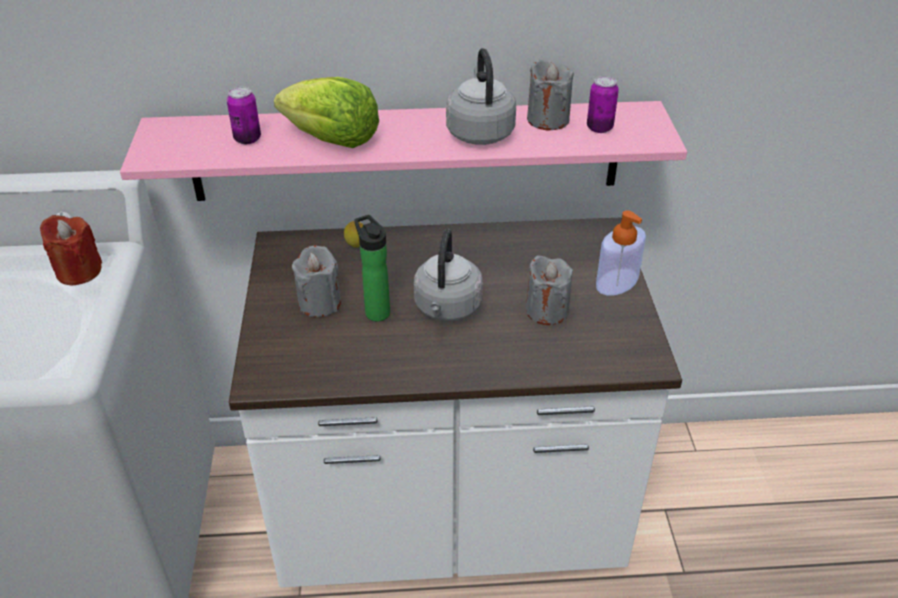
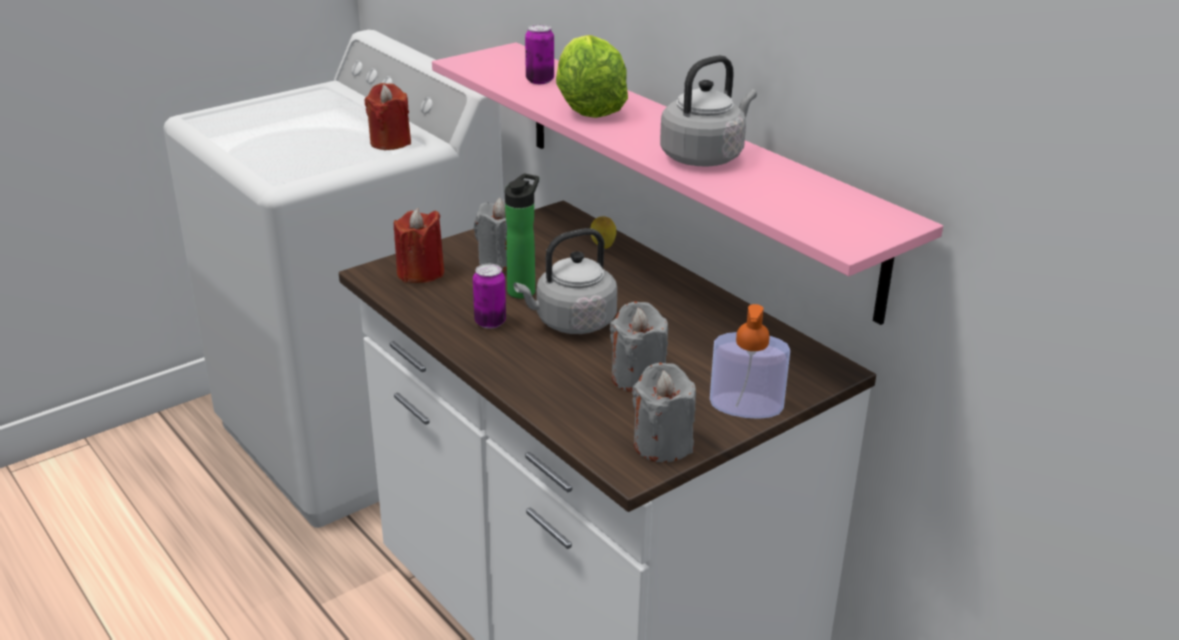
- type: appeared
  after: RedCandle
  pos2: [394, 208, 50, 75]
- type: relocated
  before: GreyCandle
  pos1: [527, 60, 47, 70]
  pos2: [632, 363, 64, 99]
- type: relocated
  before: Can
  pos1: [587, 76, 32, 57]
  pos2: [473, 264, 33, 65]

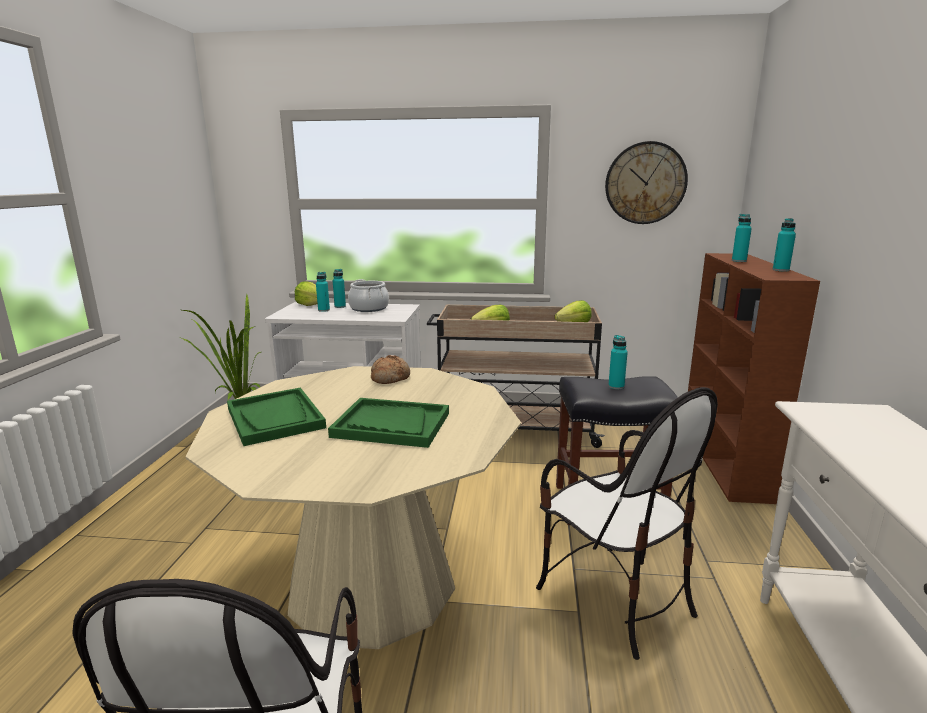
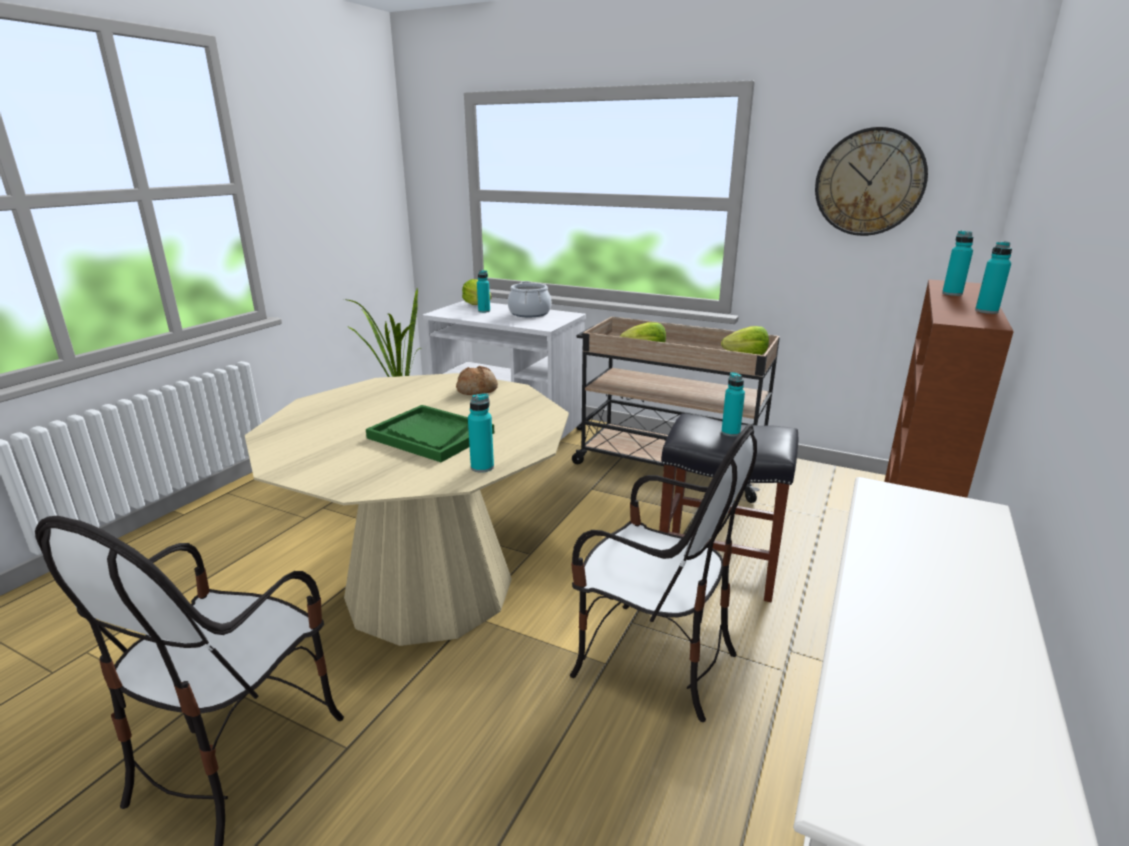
- type: missing
  before: GreenTray
  pos1: [227, 388, 99, 58]
- type: relocated
  before: TurquoiseBottle
  pos1: [333, 269, 13, 39]
  pos2: [468, 393, 26, 80]
- type: spun
  before: Chair
  pos1: [536, 387, 182, 273]
  pos2: [570, 424, 187, 298]
  turn: -45

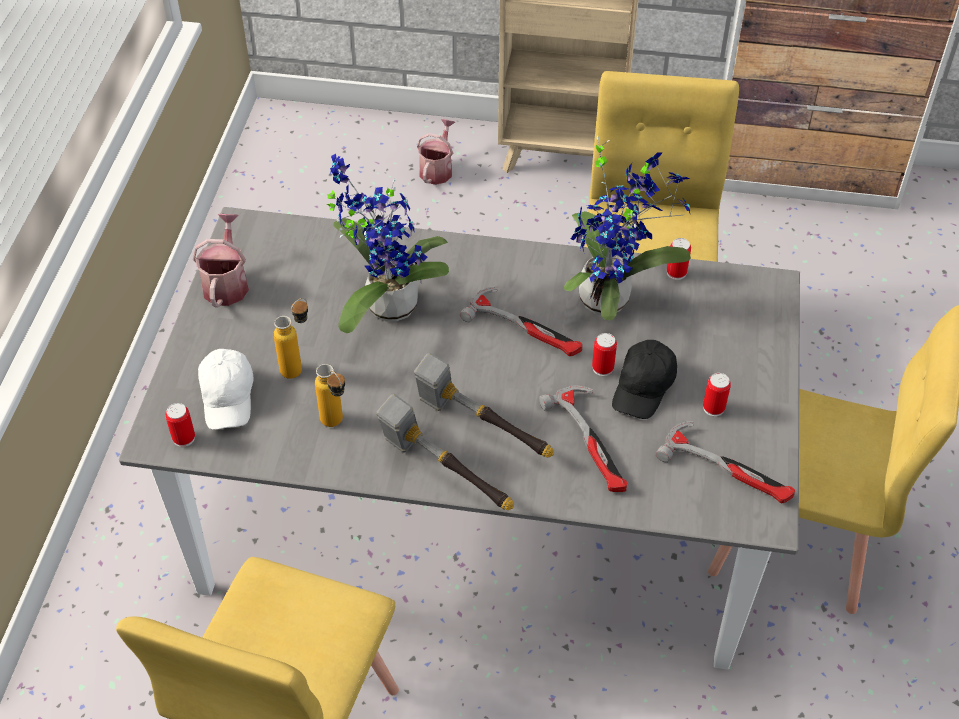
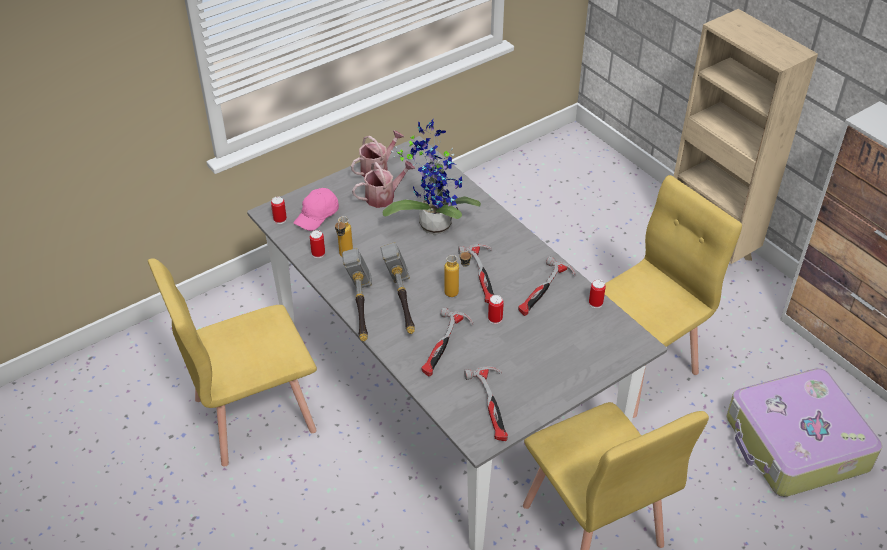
- type: missing
  before: BlackCap
  pos1: [612, 340, 65, 79]
- type: appeared
  after: Suitcase
  pos2: [727, 368, 155, 129]
- type: relocated
  before: Bottle
  pos1: [273, 298, 35, 81]
  pos2: [444, 251, 28, 46]
- type: relocated
  before: WateringCan
  pos1: [417, 119, 38, 66]
  pos2: [352, 160, 63, 48]
- type: relocated
  before: Can
  pos1: [703, 373, 28, 43]
  pos2: [310, 230, 15, 28]
- type: exchanged
  before: PottedPlant
  after: Hammer
  pos1: [564, 136, 127, 184]
  pos2: [518, 256, 58, 60]
- type: colour
  before: WhiteCap
  after: PinkCap
  pos1: [198, 349, 56, 81]
  pos2: [293, 188, 46, 43]

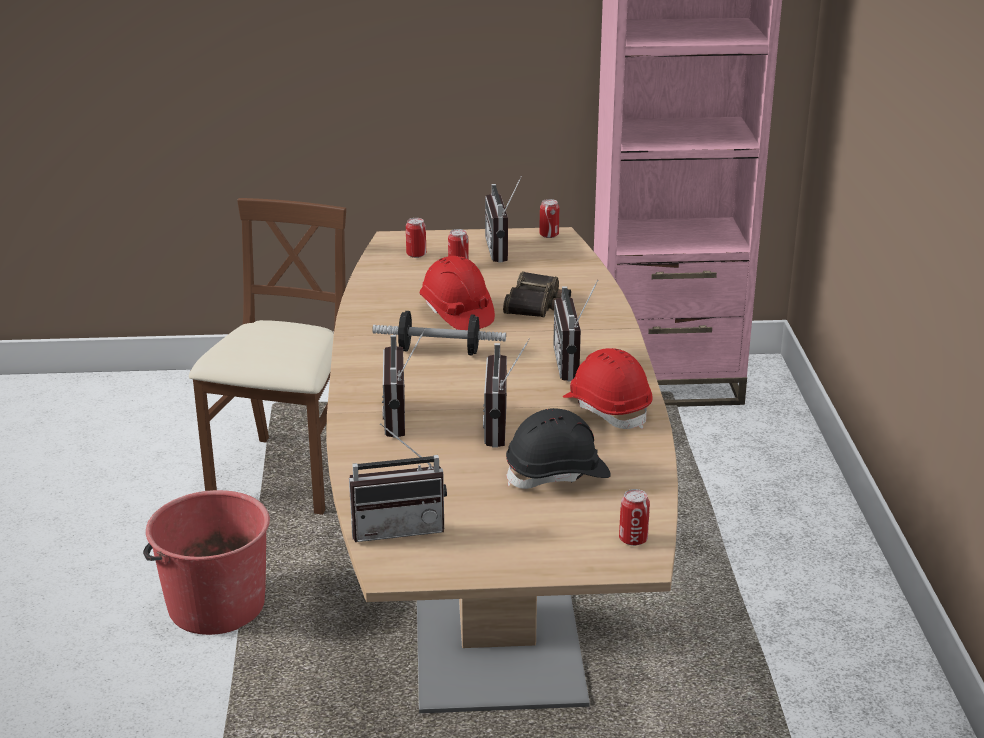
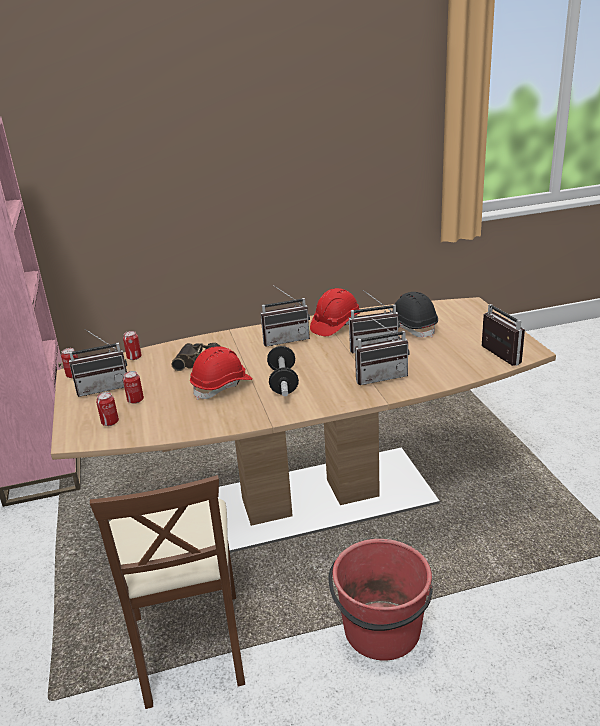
- type: relocated
  before: Can
  pos1: [619, 489, 31, 57]
  pos2: [123, 331, 19, 29]
- type: spun
  before: BrownChair
  pos1: [189, 198, 157, 317]
  pos2: [90, 475, 155, 234]
  turn: -105

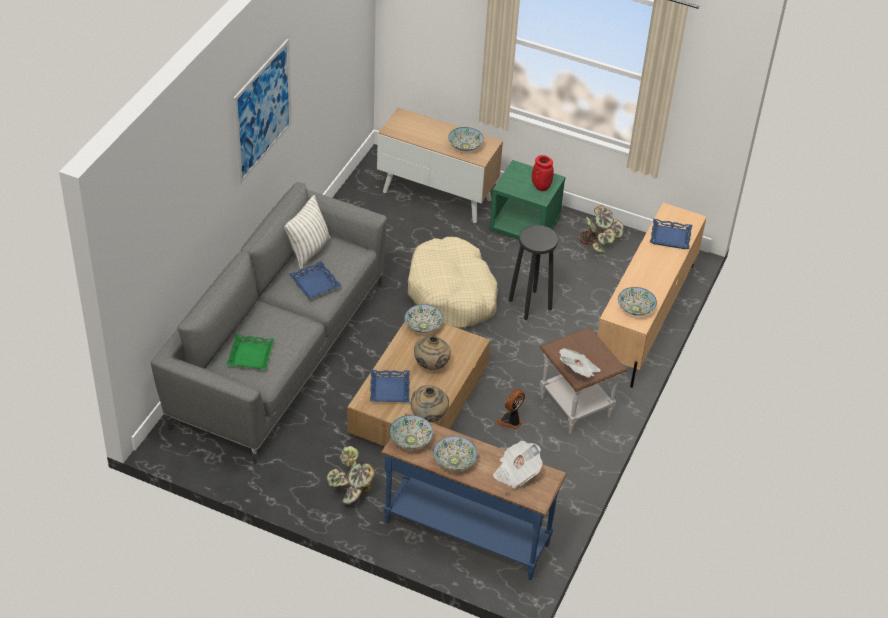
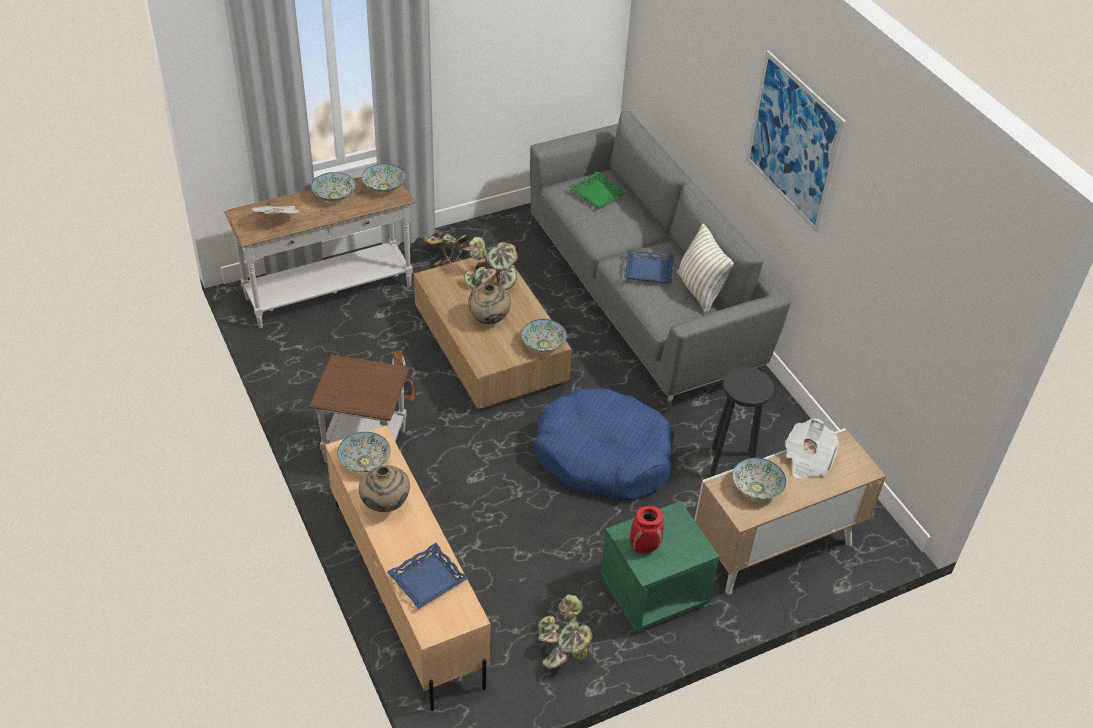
- type: relocated
  before: BeigeVase
  pos1: [411, 385, 38, 37]
  pos2: [359, 465, 51, 47]
- type: relocated
  before: BlackStool
  pos1: [509, 225, 49, 95]
  pos2: [709, 367, 65, 110]
- type: relocated
  before: Newspaper
  pos1: [559, 348, 42, 29]
  pos2: [785, 418, 55, 60]
- type: exchanged
  before: BlueTray
  after: PottedPlant
  pos1: [370, 370, 40, 32]
  pos2: [464, 237, 54, 53]
- type: colour
  before: BlueConsoleTable
  after: WhiteConsoleTable
  pos1: [381, 413, 186, 167]
  pos2: [224, 177, 191, 151]
- type: colour
  before: BeigeDogBed
  after: BlueDogBed
  pos1: [408, 237, 90, 91]
  pos2: [534, 389, 140, 112]

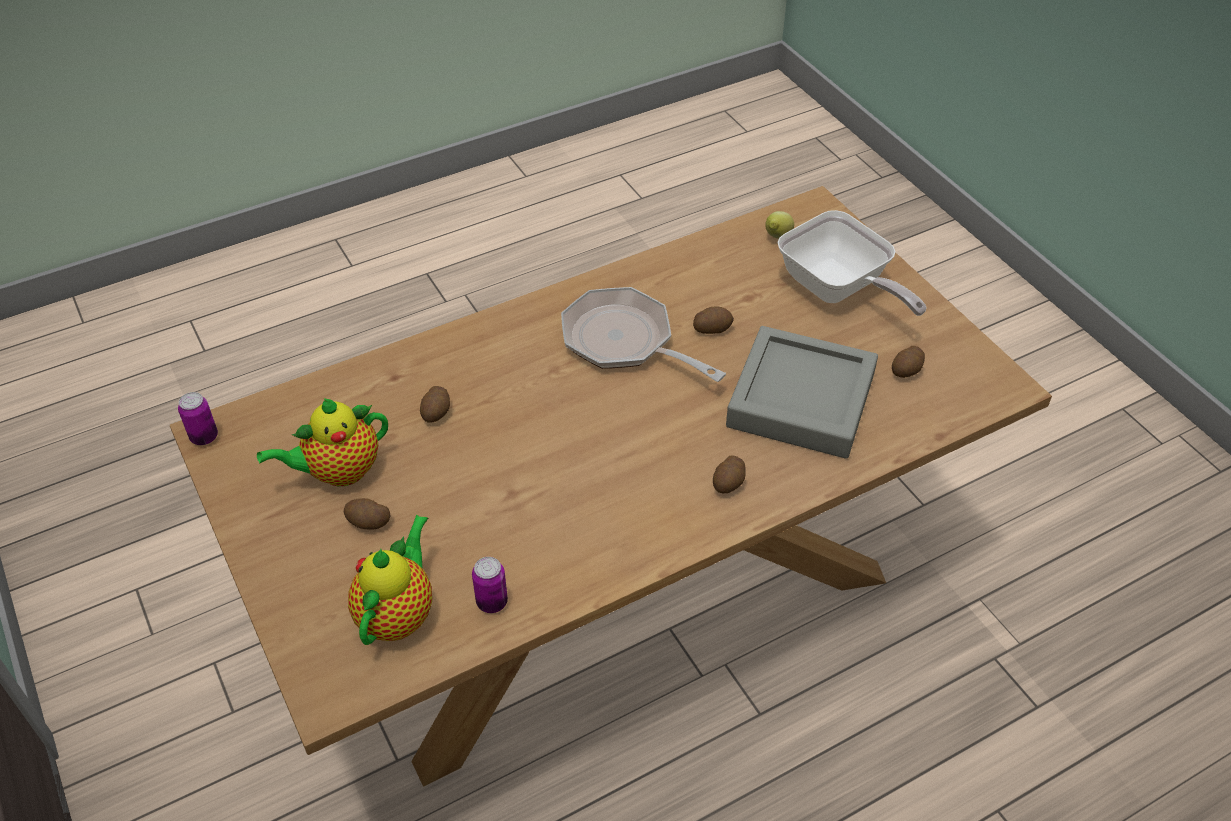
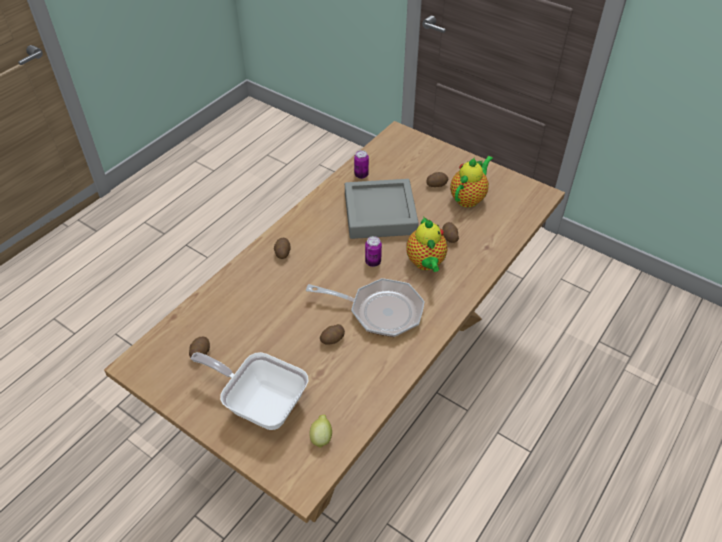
- type: relocated
  before: Can
  pos1: [178, 392, 40, 53]
  pos2: [365, 236, 17, 31]
- type: relocated
  before: Teapot
  pos1: [348, 515, 84, 130]
  pos2: [406, 217, 41, 55]
- type: relocated
  before: GreyTray
  pos1: [726, 326, 152, 133]
  pos2: [345, 179, 74, 60]

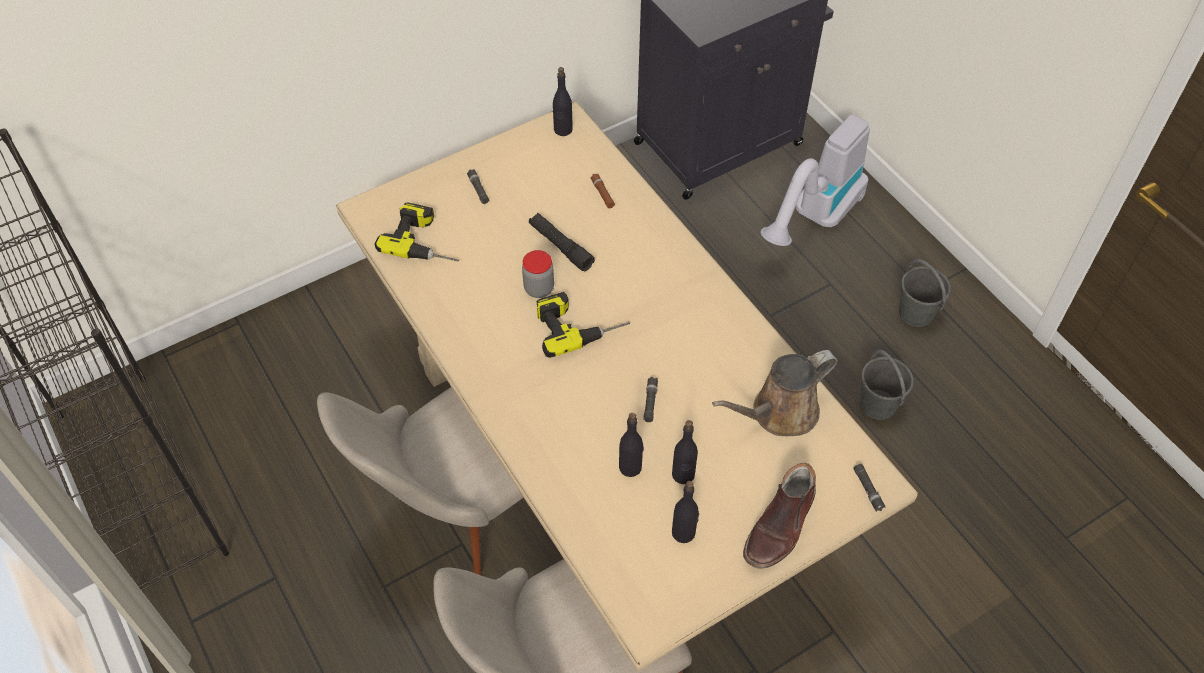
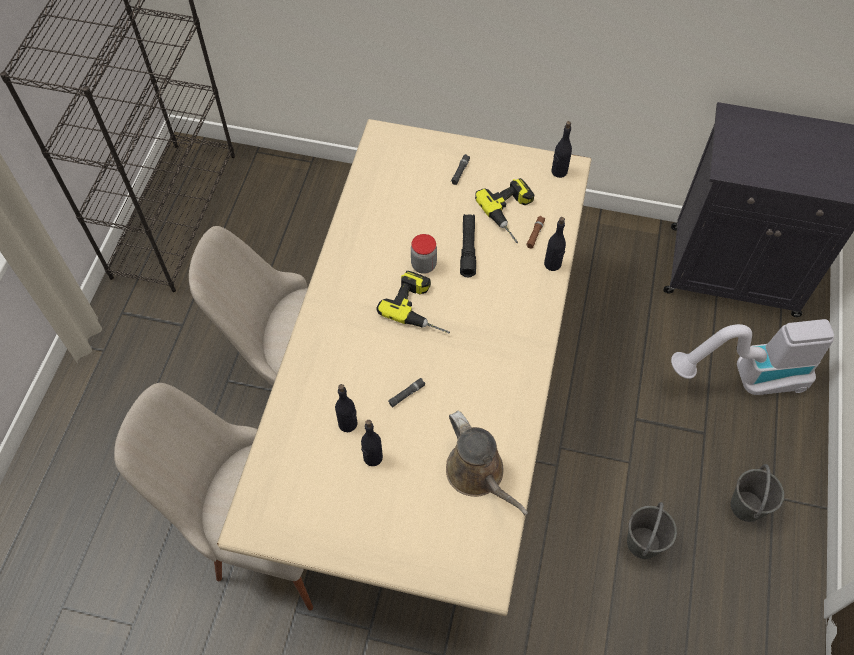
- type: missing
  before: BrownBoot
  pos1: [743, 463, 73, 106]
- type: missing
  before: BlackFlashlight
  pos1: [853, 464, 32, 48]
- type: relocated
  before: PowerDrill
  pos1: [374, 203, 85, 59]
  pos2: [475, 178, 60, 65]
- type: relocated
  before: BlackBottle
  pos1: [672, 481, 27, 62]
  pos2: [544, 217, 22, 54]
- type: spun
  before: BrownWateringCan
  pos1: [712, 350, 125, 86]
  pos2: [446, 411, 82, 104]
  turn: -135

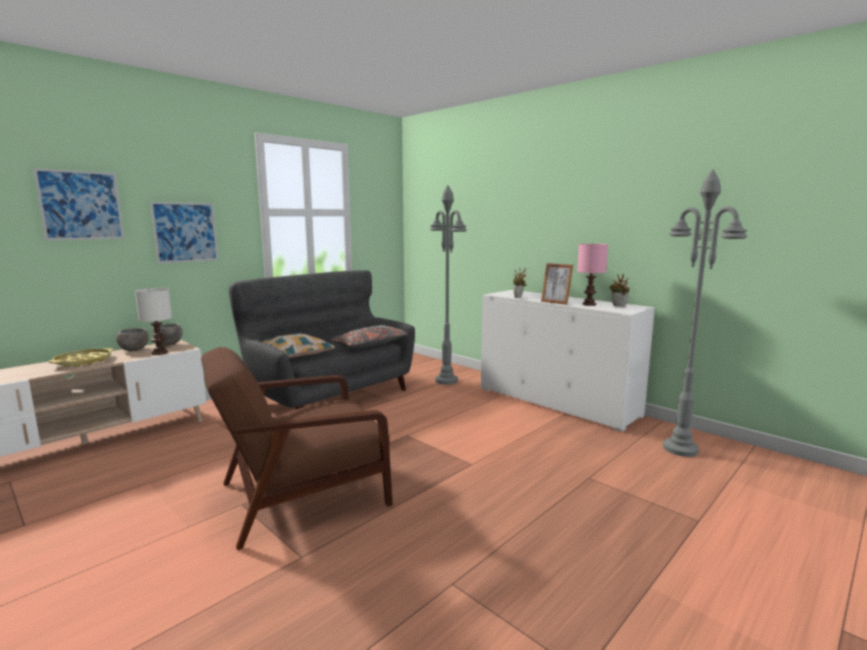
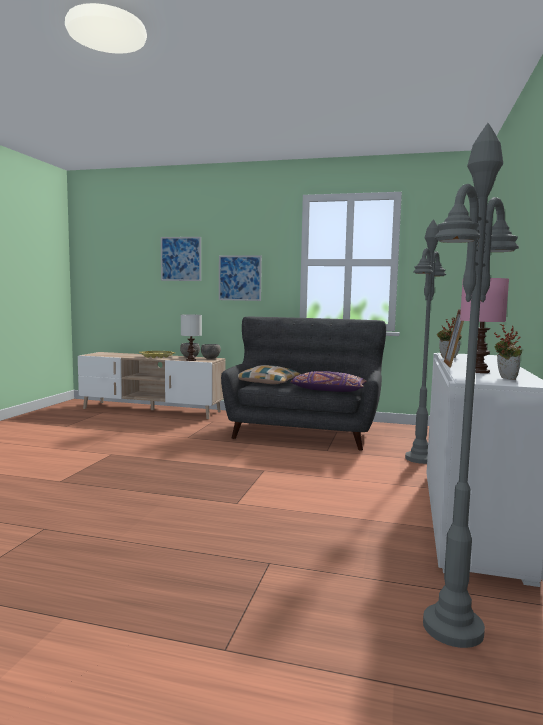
- type: missing
  before: BrownArmchair
  pos1: [201, 347, 192, 203]
- type: colour
  before: GreyPillow
  after: PurplePillow
  pos1: [331, 325, 77, 24]
  pos2: [290, 371, 76, 21]

